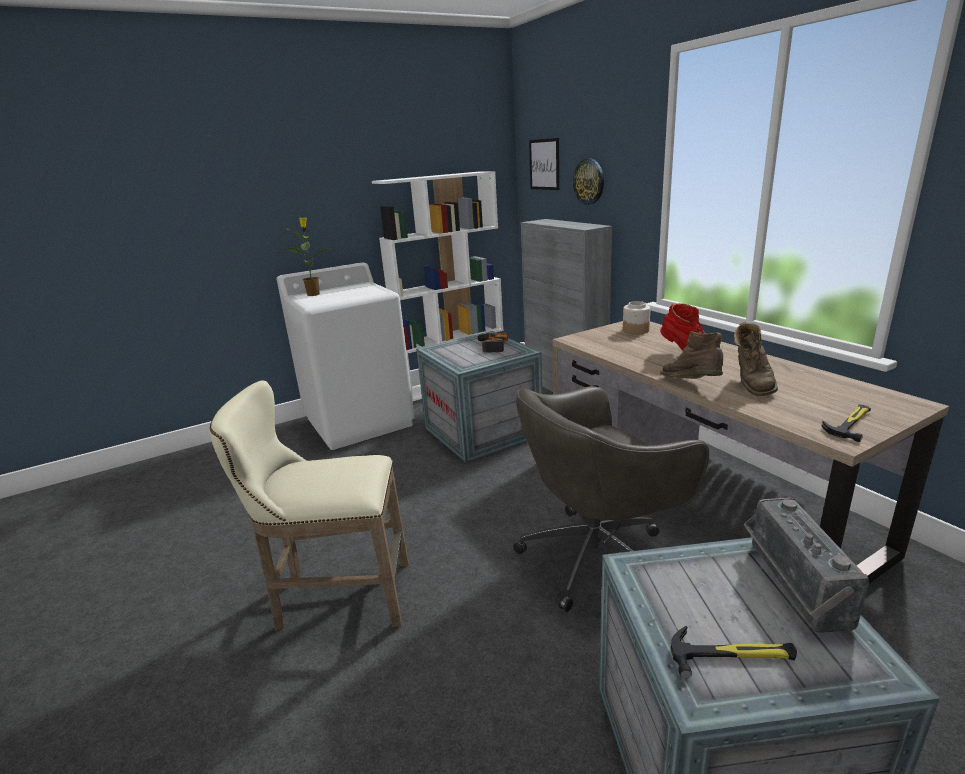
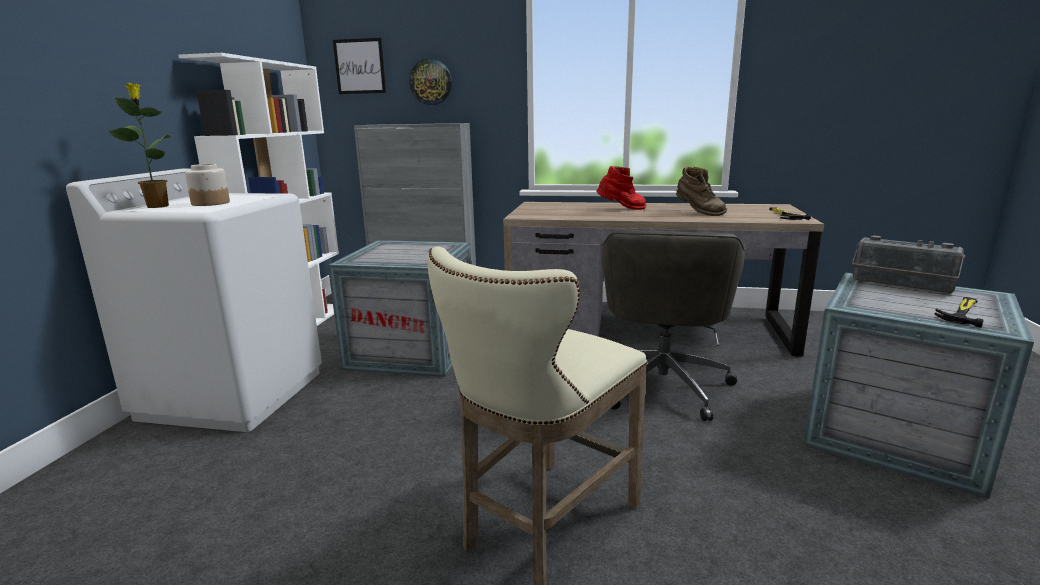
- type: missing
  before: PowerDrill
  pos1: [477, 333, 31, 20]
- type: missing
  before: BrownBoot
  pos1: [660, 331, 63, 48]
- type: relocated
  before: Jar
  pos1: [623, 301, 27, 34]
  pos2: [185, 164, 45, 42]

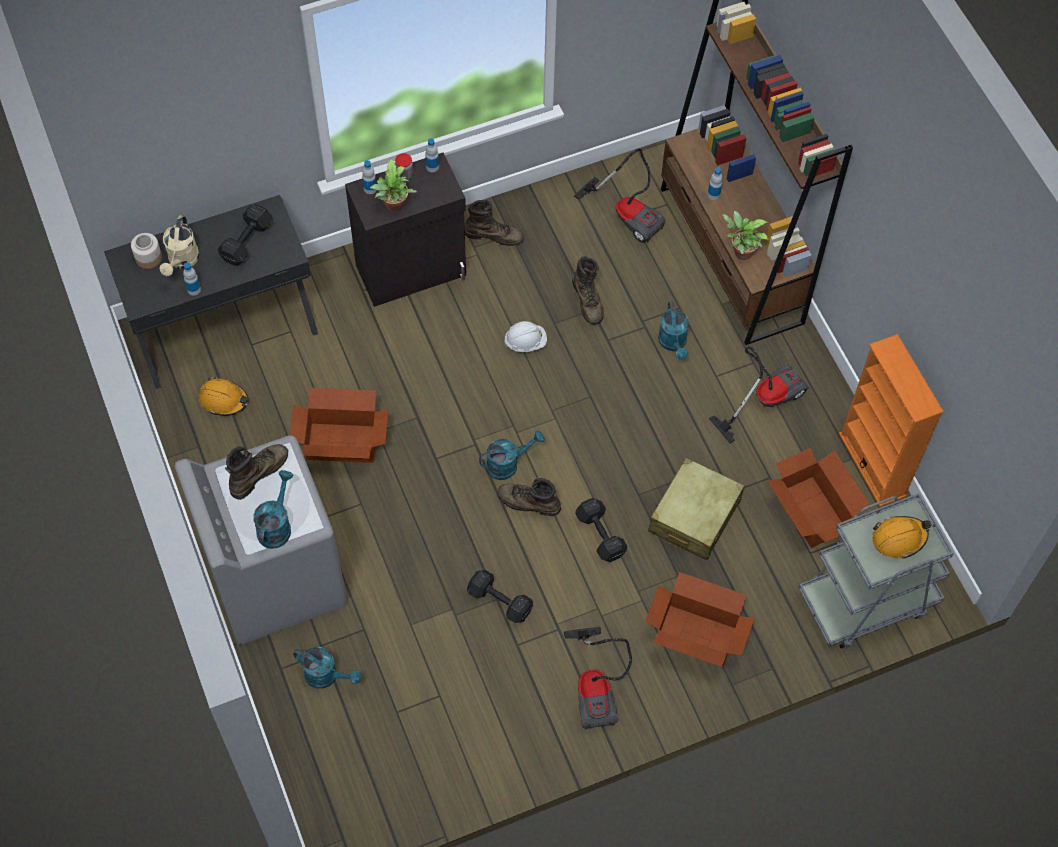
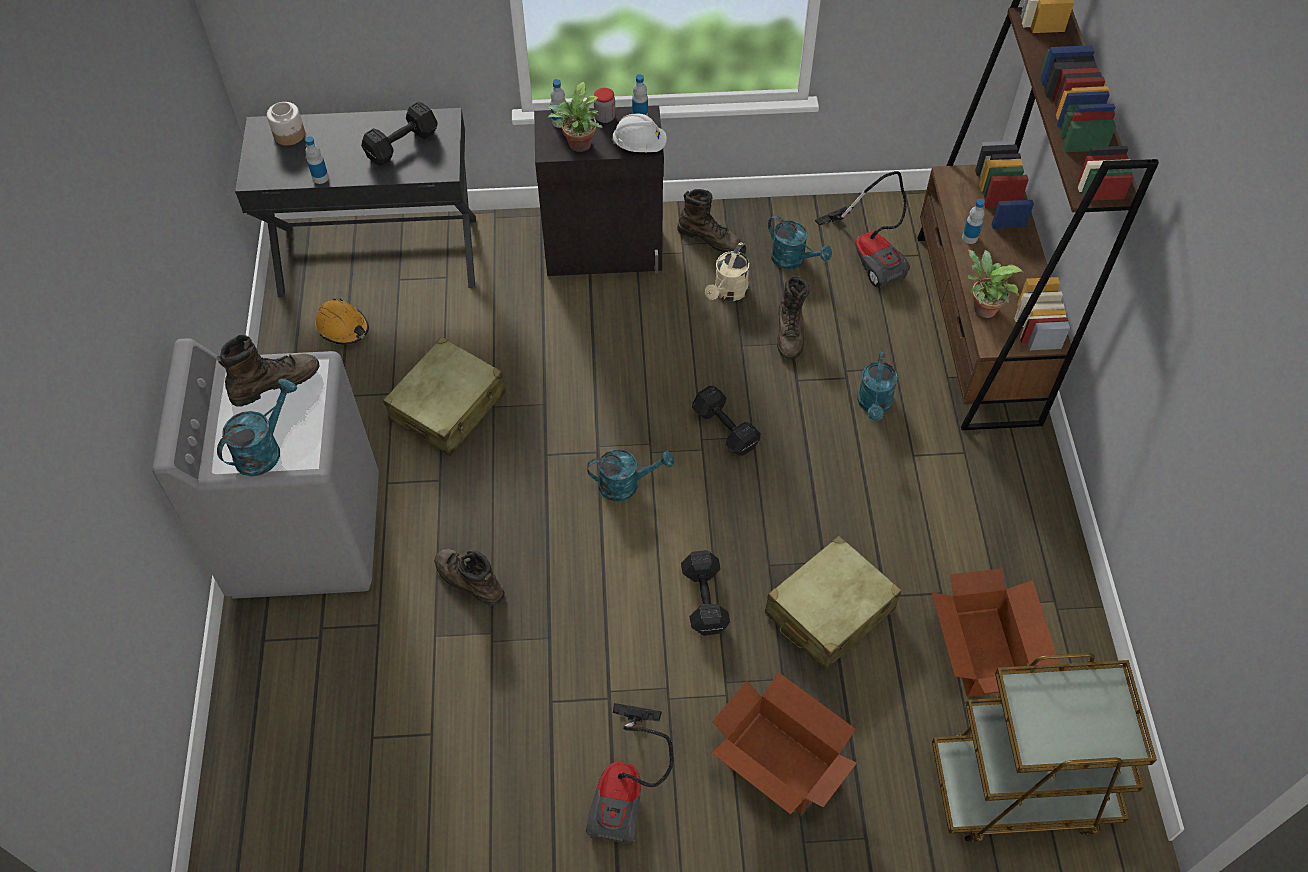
- type: missing
  before: VacuumCleaner
  pos1: [709, 346, 100, 98]
- type: missing
  before: OrangeBookcase
  pos1: [839, 334, 105, 173]
- type: missing
  before: OrangeHardHat
  pos1: [872, 516, 59, 43]
- type: relocated
  before: BeigeWateringCan
  pos1: [160, 215, 39, 61]
  pos2: [705, 242, 44, 59]
- type: relocated
  before: TurquoiseWateringCan
  pos1: [293, 647, 68, 42]
  pos2: [768, 215, 64, 54]
- type: relocated
  before: BlackDumbbell
  pos1: [467, 570, 66, 53]
  pos2: [692, 386, 69, 70]
- type: relocated
  before: BrownBoot
  pos1: [498, 478, 63, 38]
  pos2: [434, 549, 71, 57]
- type: relocated
  before: WhiteHardHat
  pos1: [504, 321, 43, 31]
  pos2: [612, 114, 55, 38]
- type: exchanged
  before: CardboardBox
  after: BeigeSuitcase
  pos1: [290, 388, 99, 75]
  pos2: [383, 337, 123, 119]
- type: colour
  before: GreyCart
  after: BrownCart
  pos1: [798, 493, 156, 155]
  pos2: [932, 653, 225, 190]

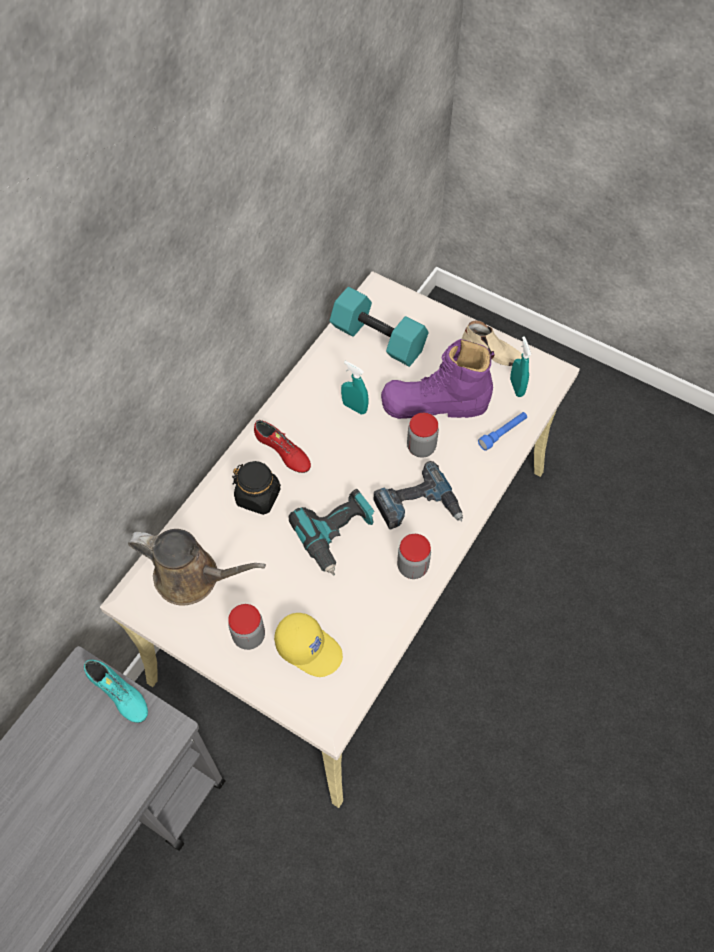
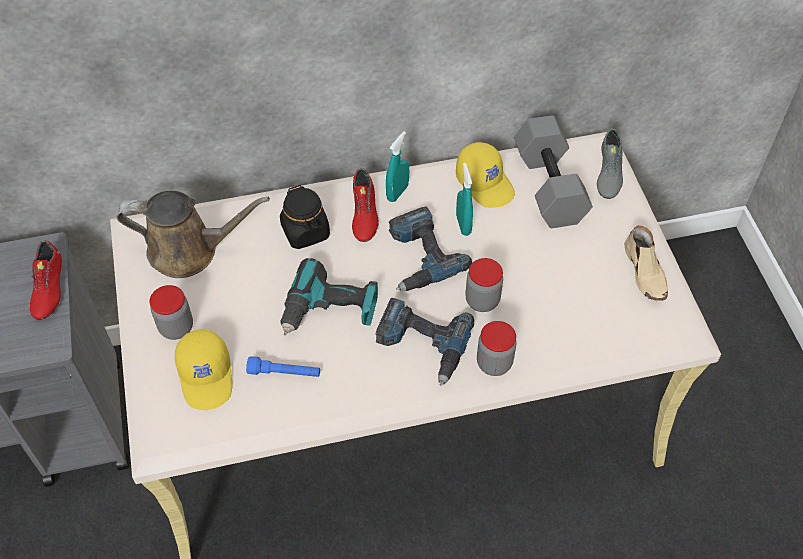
- type: missing
  before: PurpleBoot
  pos1: [381, 339, 113, 80]
- type: appeared
  after: PowerDrill
  pos2: [389, 206, 83, 85]
- type: appeared
  after: YellowCap
  pos2: [456, 142, 59, 66]
- type: appeared
  after: GreyShoe
  pos2: [597, 129, 26, 70]
- type: relocated
  before: Jar
  pos1: [397, 534, 34, 45]
  pos2: [477, 321, 40, 55]
- type: relocated
  before: BlueFlashlight
  pos1: [478, 412, 49, 39]
  pos2: [246, 356, 74, 21]
- type: relocated
  before: TurquoiseSprayBottle
  pos1: [510, 336, 21, 61]
  pos2: [386, 131, 23, 71]
- type: colour
  before: TurquoiseShoe
  after: RedShoe
  pos1: [84, 660, 64, 63]
  pos2: [30, 240, 32, 80]
- type: colour
  before: TurquoiseDumbbell
  after: GreyDumbbell
  pos1: [330, 287, 99, 80]
  pos2: [514, 115, 79, 113]
- type: spun
  before: BrownWateringCan
  pos1: [128, 529, 138, 77]
  pos2: [117, 191, 153, 87]
  turn: -60

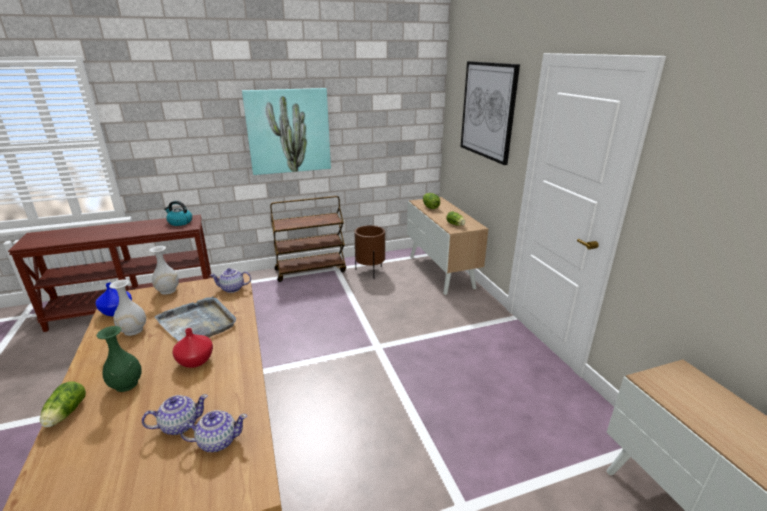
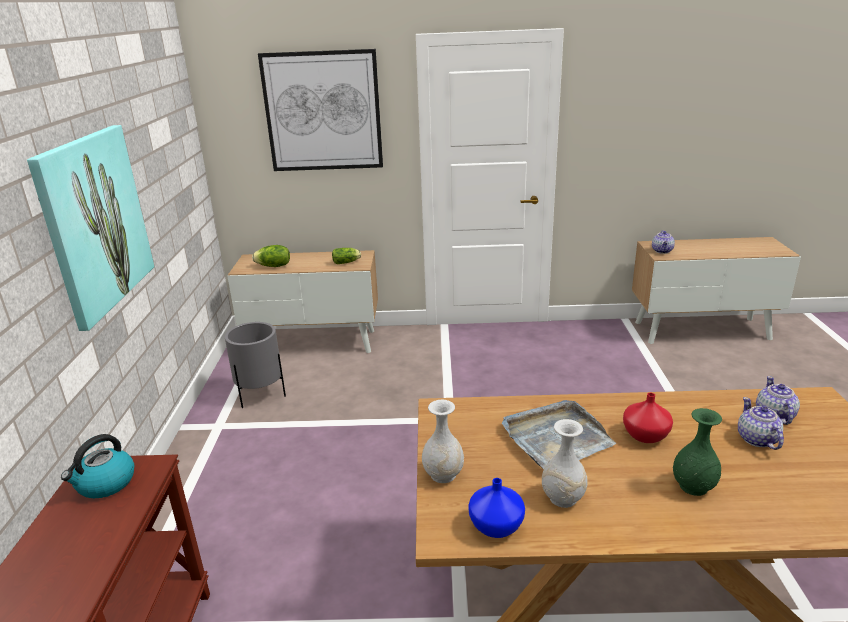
- type: missing
  before: Lettuce
  pos1: [40, 381, 46, 46]
- type: missing
  before: BrownCart
  pos1: [270, 196, 76, 86]
- type: relocated
  before: Teapot
  pos1: [210, 268, 41, 25]
  pos2: [652, 230, 23, 24]
- type: colour
  before: BrownPlanter
  after: GreyPlanter
  pos1: [354, 225, 31, 53]
  pos2: [225, 322, 61, 86]

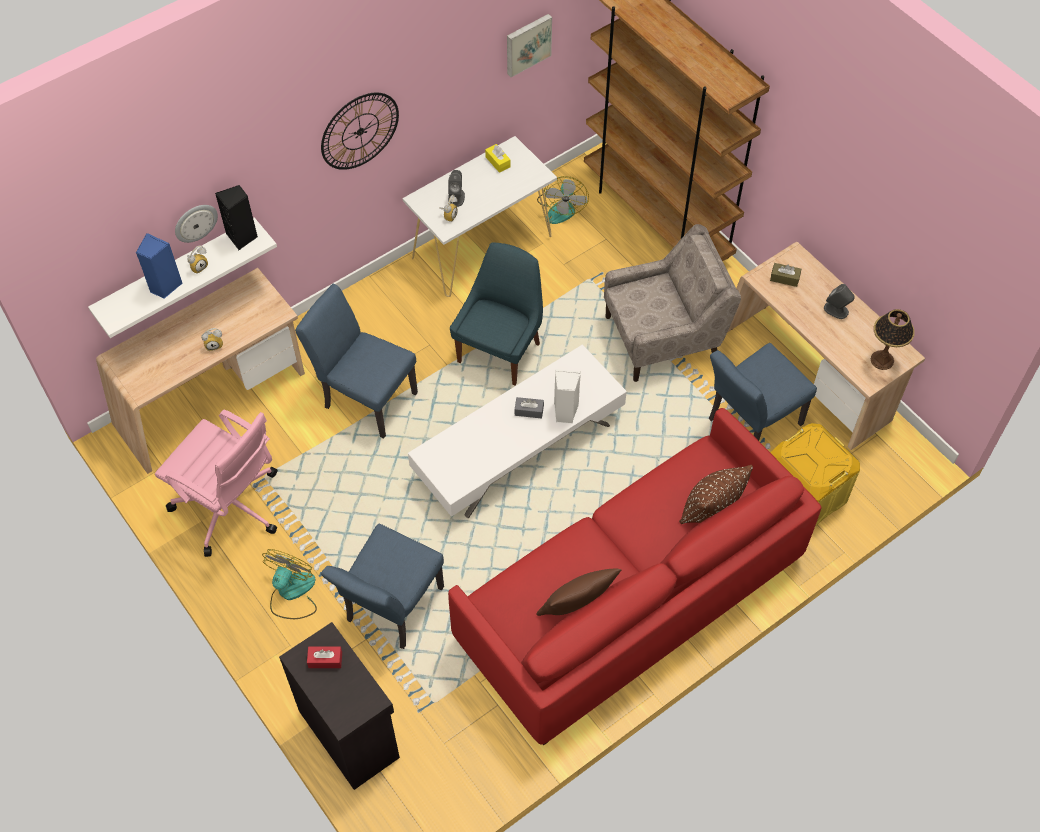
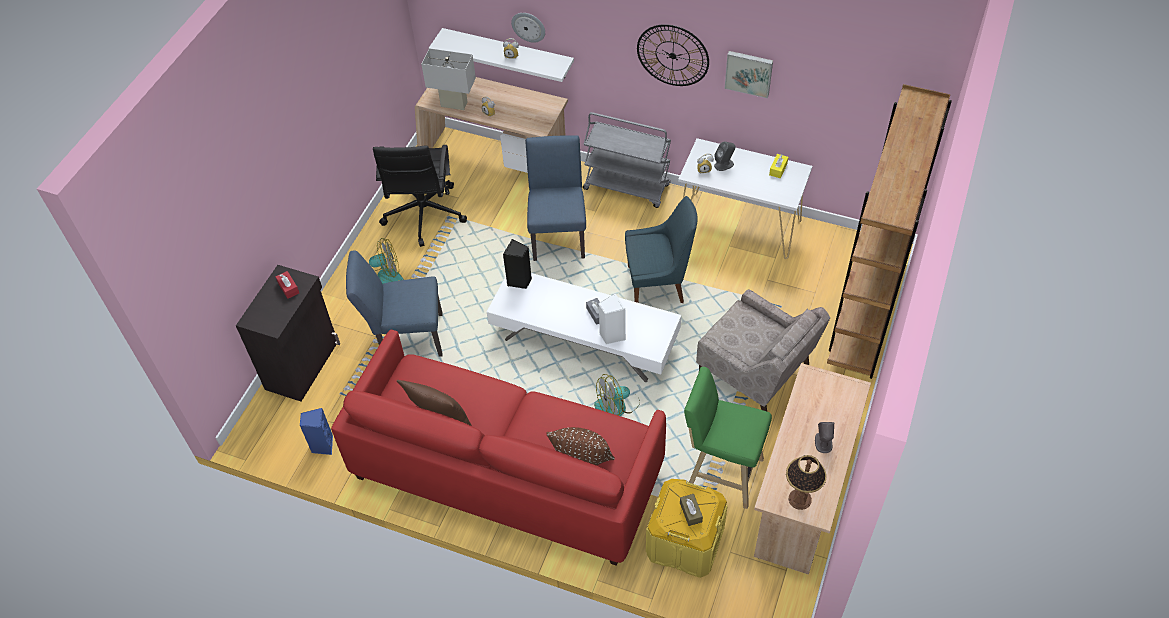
- type: appeared
  after: WhiteTableLamp
  pos2: [421, 48, 55, 62]
- type: appeared
  after: GreyCart
  pos2: [583, 112, 88, 96]
- type: relocated
  before: BlueSpeaker
  pos1: [136, 233, 47, 66]
  pos2: [300, 408, 33, 47]
- type: relocated
  before: BlackSpeaker
  pos1: [215, 185, 43, 65]
  pos2: [503, 239, 29, 50]
- type: relocated
  before: Picture
  pos1: [507, 14, 45, 63]
  pos2: [724, 51, 49, 47]
- type: relocated
  before: Fan
  pos1: [537, 176, 52, 48]
  pos2: [594, 374, 46, 42]
- type: relocated
  before: BrownTissueBox
  pos1: [770, 263, 31, 24]
  pos2: [680, 494, 23, 32]
- type: exchanged
  before: BlueChair
  after: GreenStool
  pos1: [709, 343, 108, 98]
  pos2: [684, 367, 88, 142]
- type: colour
  before: PinkOfficeChair
  after: BlackOfficeChair
  pos1: [155, 410, 123, 147]
  pos2: [373, 145, 94, 102]

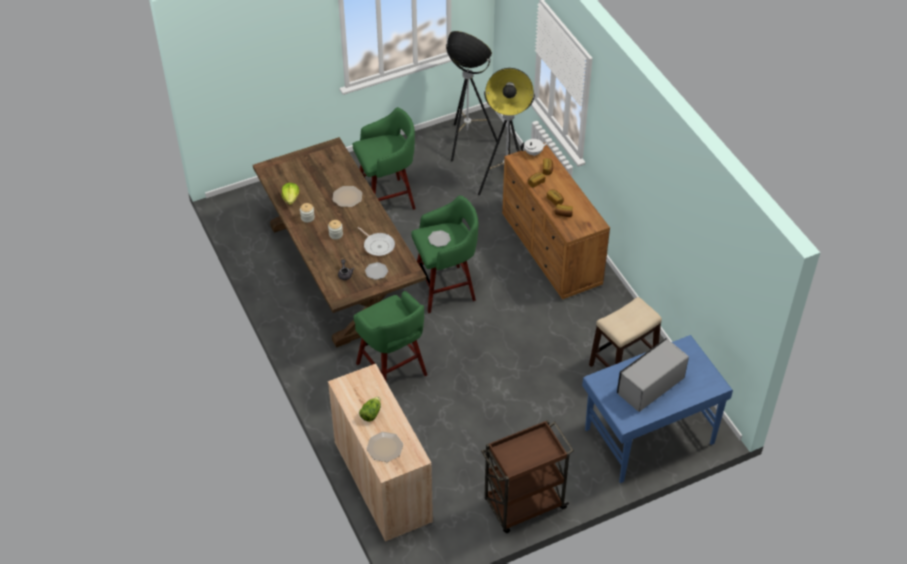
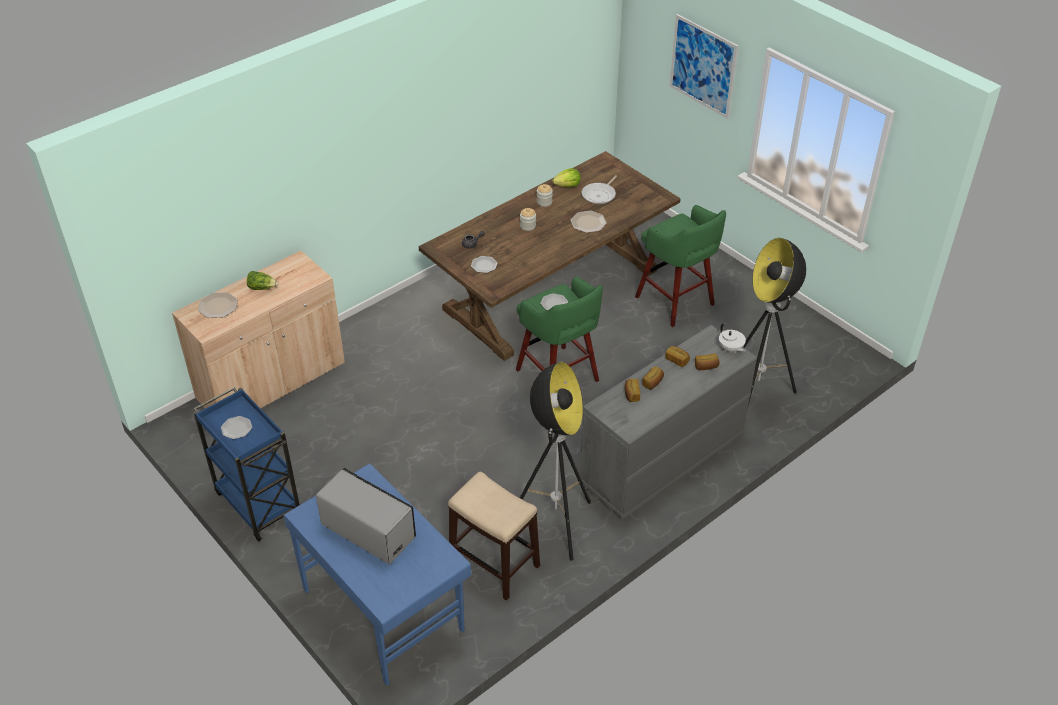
- type: missing
  before: GreenStool
  pos1: [353, 291, 74, 90]
- type: appeared
  after: Plate
  pos2: [221, 416, 31, 23]
- type: appeared
  after: Picture
  pos2: [670, 14, 68, 105]
- type: relocated
  before: FryingPan
  pos1: [358, 227, 37, 29]
  pos2: [582, 175, 35, 29]
- type: relocated
  before: FloorLamp
  pos1: [446, 31, 52, 130]
  pos2: [520, 362, 71, 199]
- type: colour
  before: BrownCart
  after: BlueCart
  pos1: [481, 420, 93, 113]
  pos2: [193, 387, 107, 155]
- type: colour
  before: BrownDresser
  after: GreyDresser
  pos1: [502, 143, 108, 156]
  pos2: [580, 325, 177, 194]

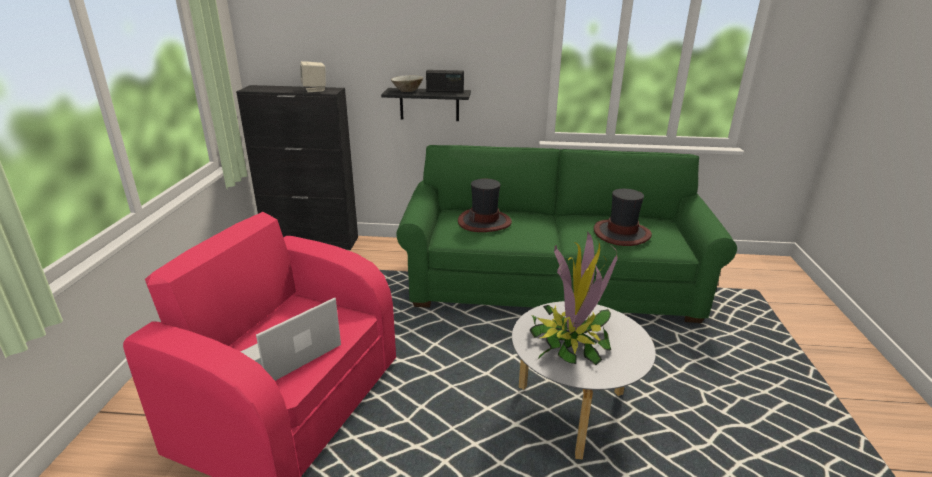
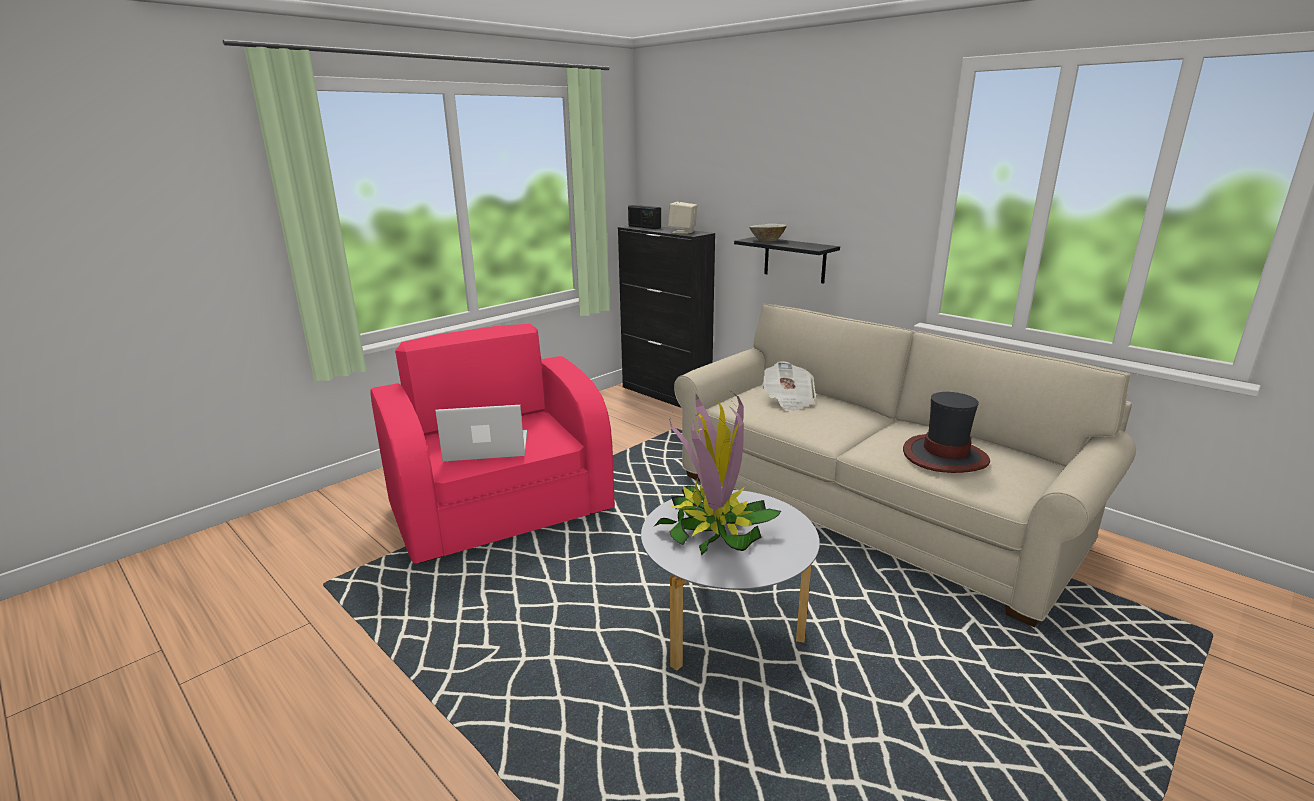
- type: relocated
  before: Radio
  pos1: [426, 70, 38, 23]
  pos2: [628, 205, 33, 24]
- type: exchanged
  before: Hat
  after: Newspaper
  pos1: [458, 179, 54, 53]
  pos2: [762, 361, 54, 51]
- type: colour
  before: GreenSofa
  after: BeigeSofa
  pos1: [396, 145, 341, 178]
  pos2: [674, 304, 462, 323]

